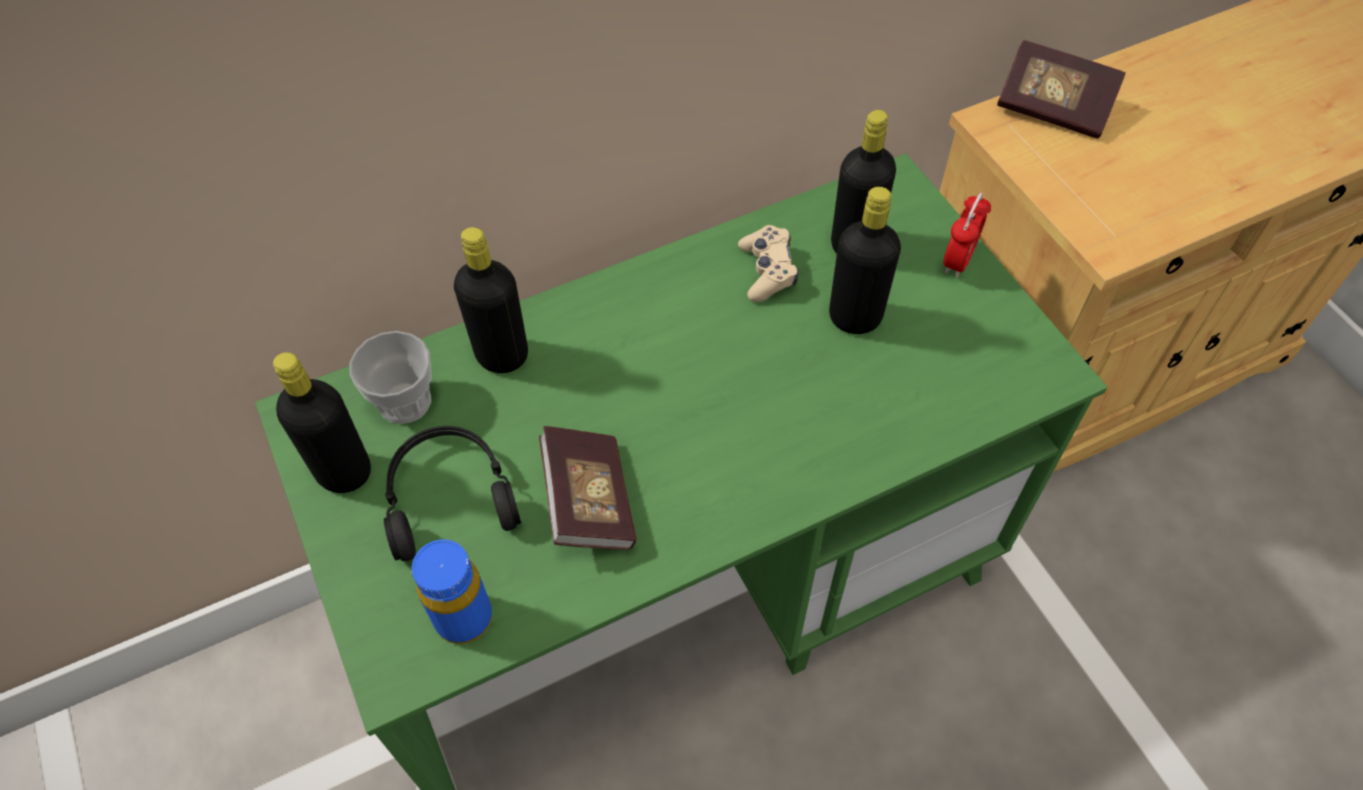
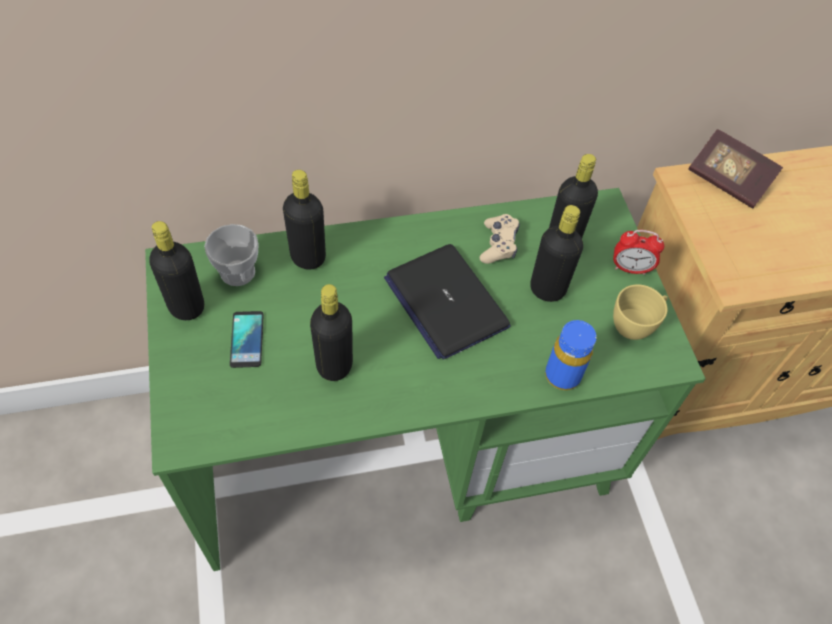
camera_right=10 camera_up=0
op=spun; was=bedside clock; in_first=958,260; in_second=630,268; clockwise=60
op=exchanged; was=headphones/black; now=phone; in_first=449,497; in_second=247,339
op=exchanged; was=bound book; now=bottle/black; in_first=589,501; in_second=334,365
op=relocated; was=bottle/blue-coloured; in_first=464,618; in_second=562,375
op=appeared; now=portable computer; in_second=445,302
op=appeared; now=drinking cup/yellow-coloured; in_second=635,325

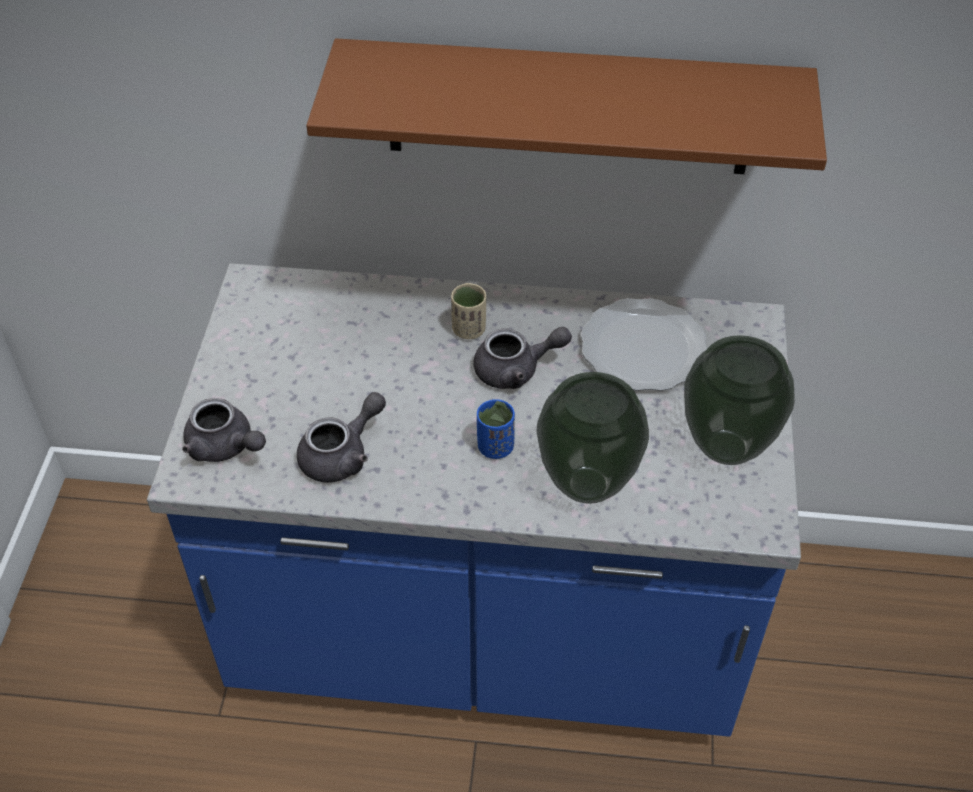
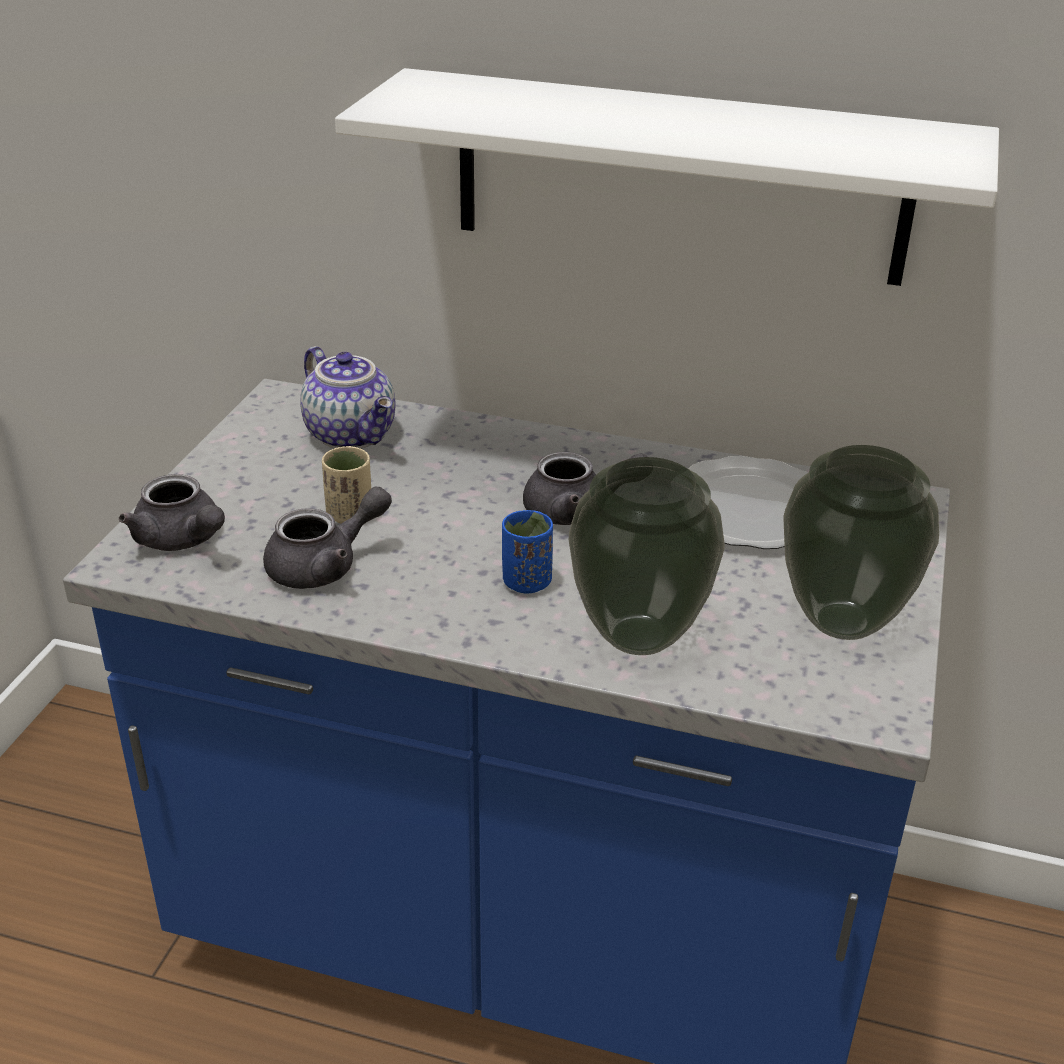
camera_right=10 camera_up=-15
op=colour; was=wall shelf/brown-coloured; now=wall shelf/white; in_first=569,108; in_second=679,177
op=relocated; was=drinking cup/beige-coloured; in_first=469,330; in_second=349,515
op=appeared; now=tea pot; in_second=353,435

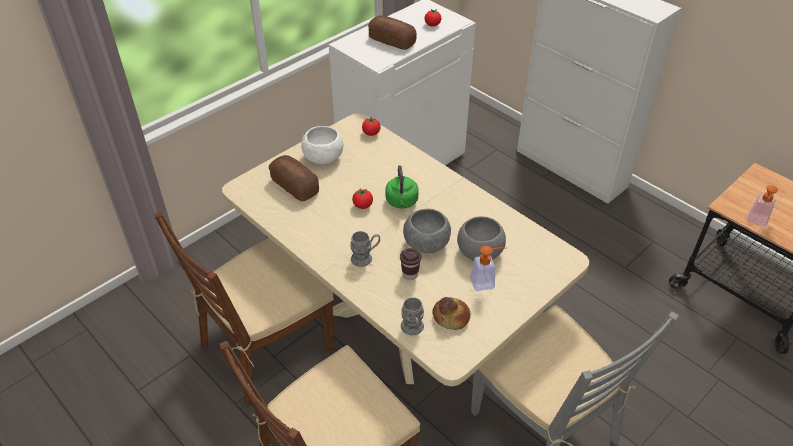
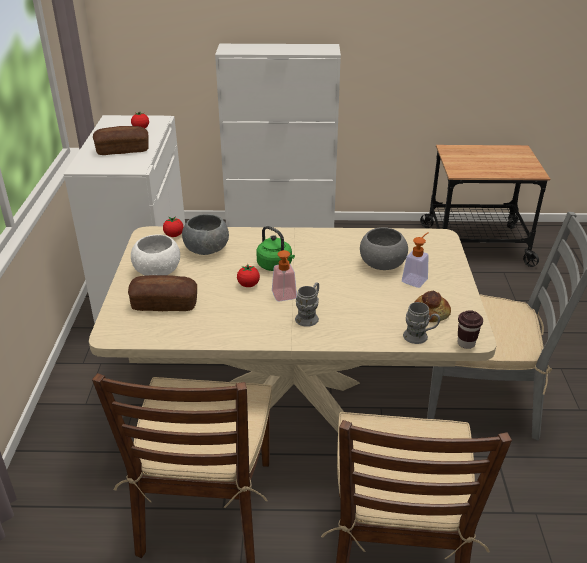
camera_right=-45 camera_up=-10
op=relocated; was=soap dispenser; in_first=756,222; in_second=285,298
op=relocated; was=serving bowl/grey; in_first=427,243; in_second=207,249
op=relocated; was=drinking cup/brown-coloured; in_first=410,274; in_second=466,343

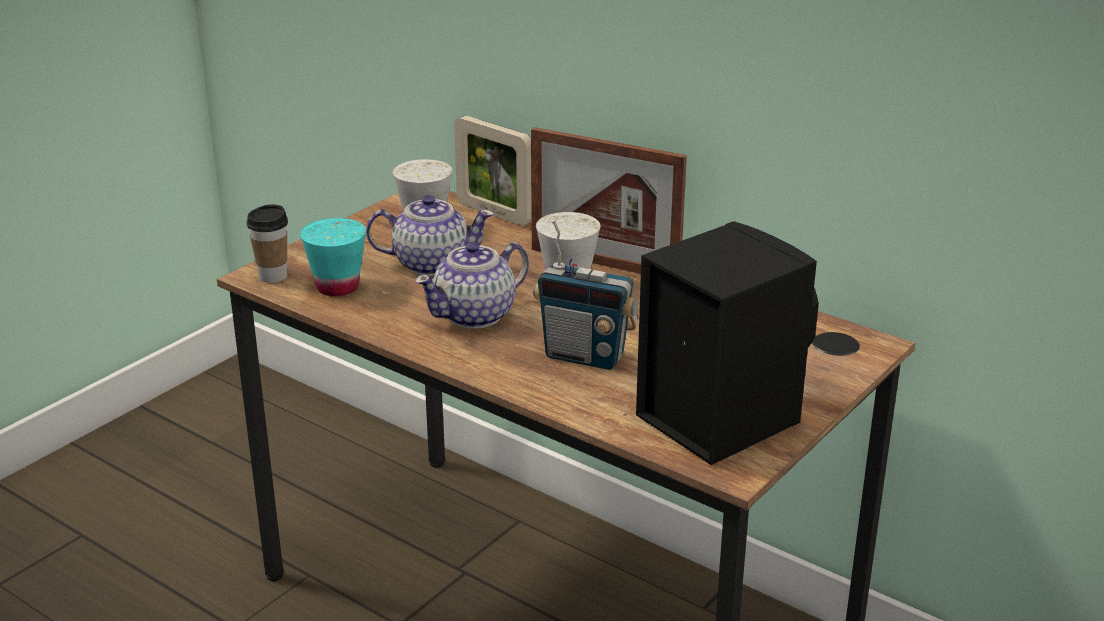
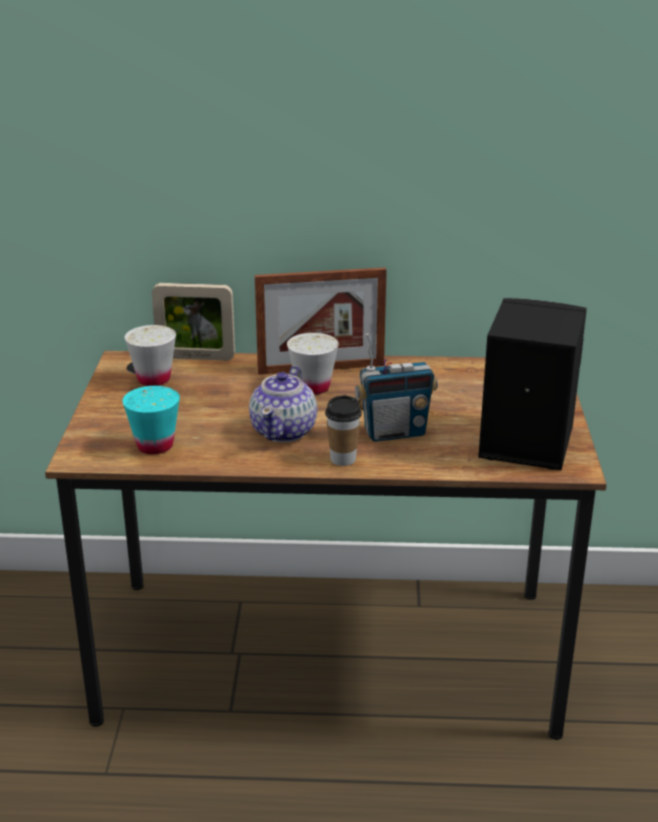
camera_right=-35 camera_up=0
op=missing; was=tea pot; in_first=430,264
op=relocated; was=drinking cup; in_first=273,276; in_second=343,459

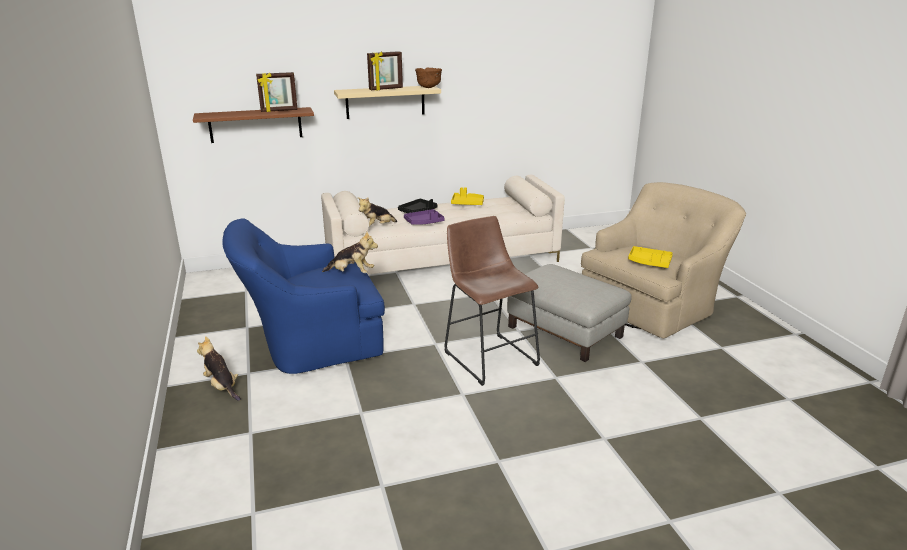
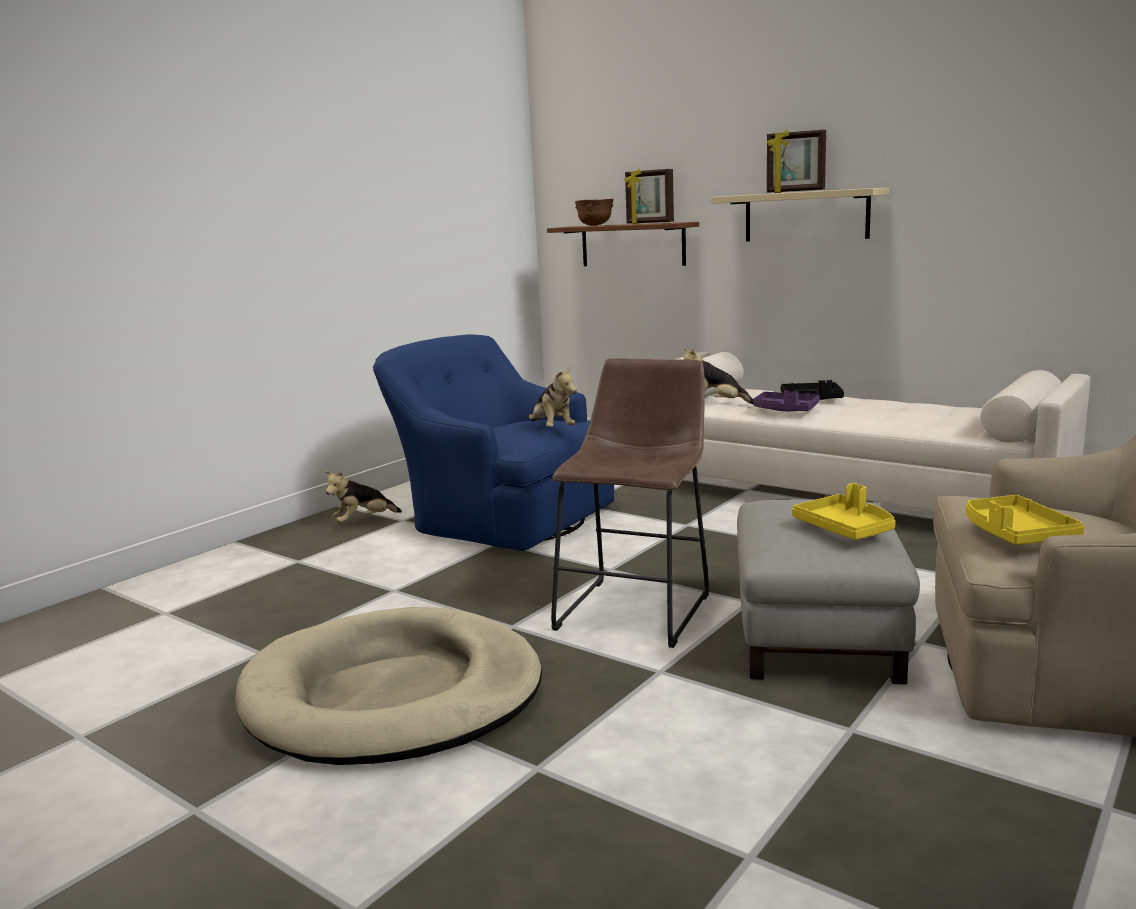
camera_right=55 camera_up=-10
op=relocated; was=serving bowl/brown-coloured; in_first=428,87; in_second=595,225
op=relocated; was=carrying tray/yellow-coloured; in_first=467,203; in_second=845,529
op=spun; was=plush toy; in_first=222,387; in_second=363,521; clockwise=-135
op=appeared; now=dog cushion/beige-coloured; in_second=393,695

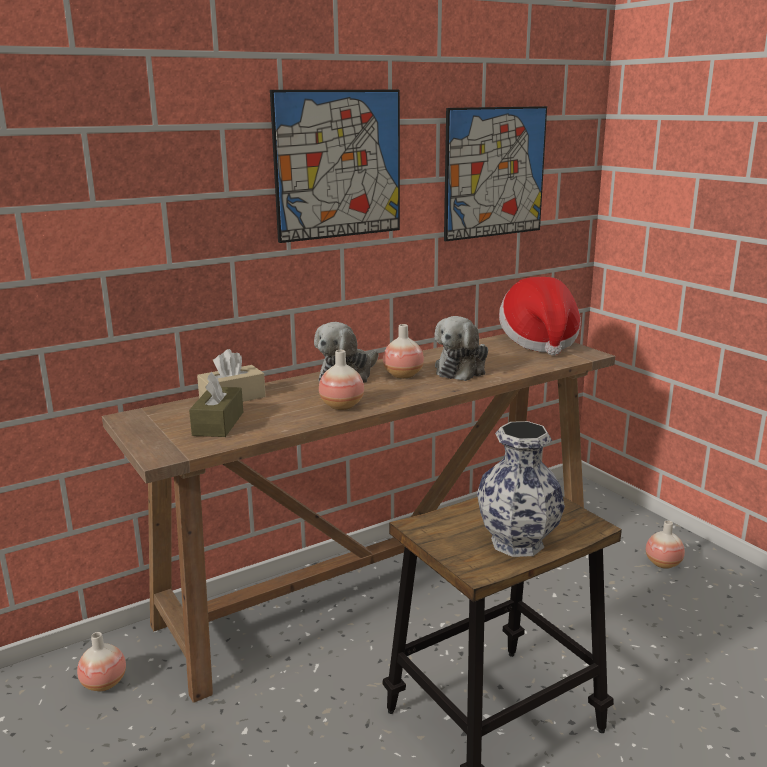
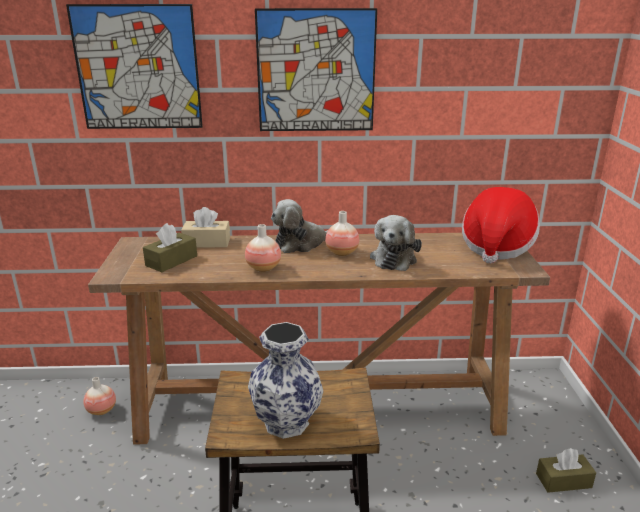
camera_right=30 camera_up=5
op=relocated; was=picture; in_first=495,172; in_second=138,68
op=spun; was=plush toy; in_first=462,369; in_second=394,258; clockwise=-45
op=exchanged; was=vase; now=tissue holder/brown-coloured; in_first=663,563; in_second=563,480

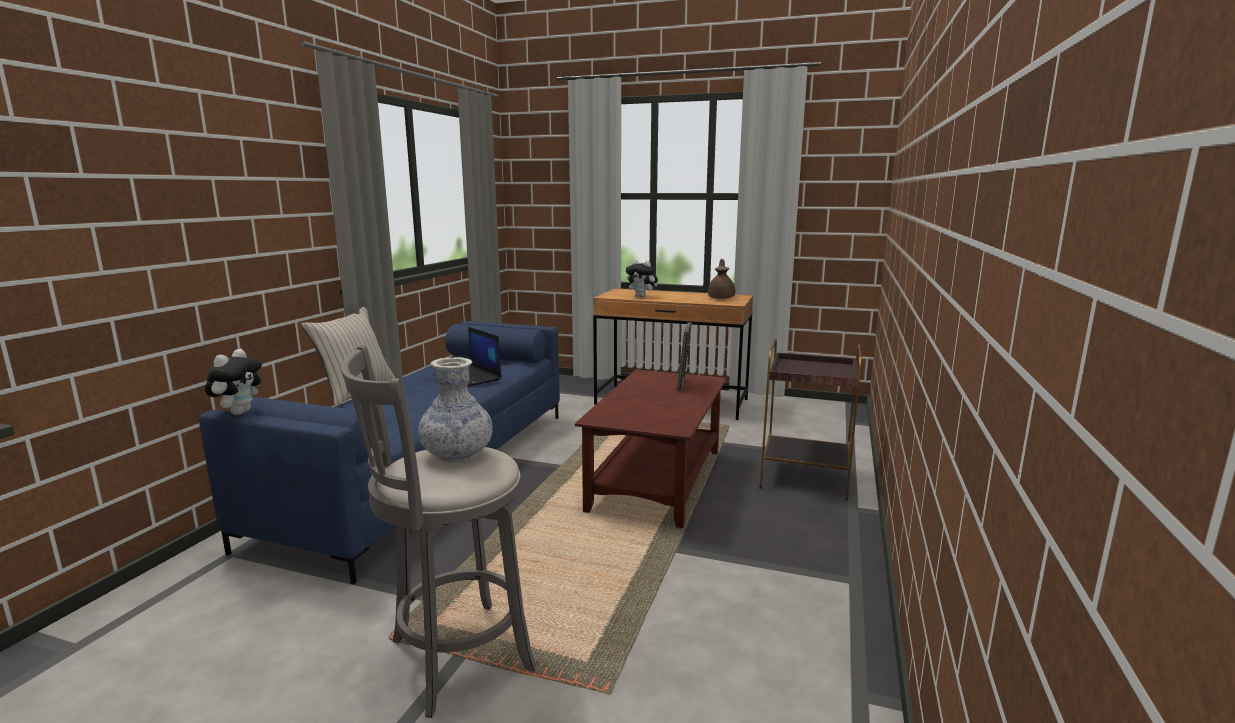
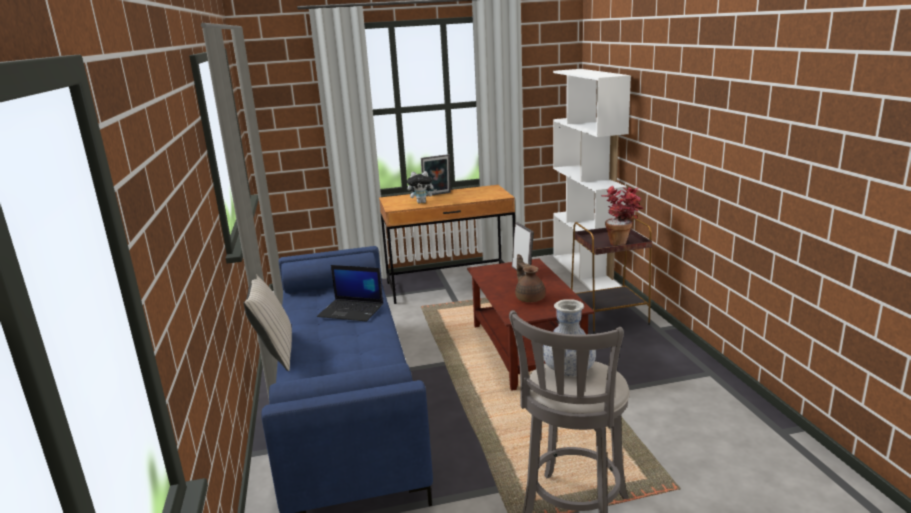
camera_right=-30 camera_up=5
op=relocated; was=tea pot/brown-coloured; in_first=721,298; in_second=529,298
op=missing; was=plush toy; in_first=239,412
op=appeared; now=bookshelf/white; in_second=586,271
op=appeared; now=photo frame; in_second=437,194
op=appeared; now=houseplant; in_second=622,242

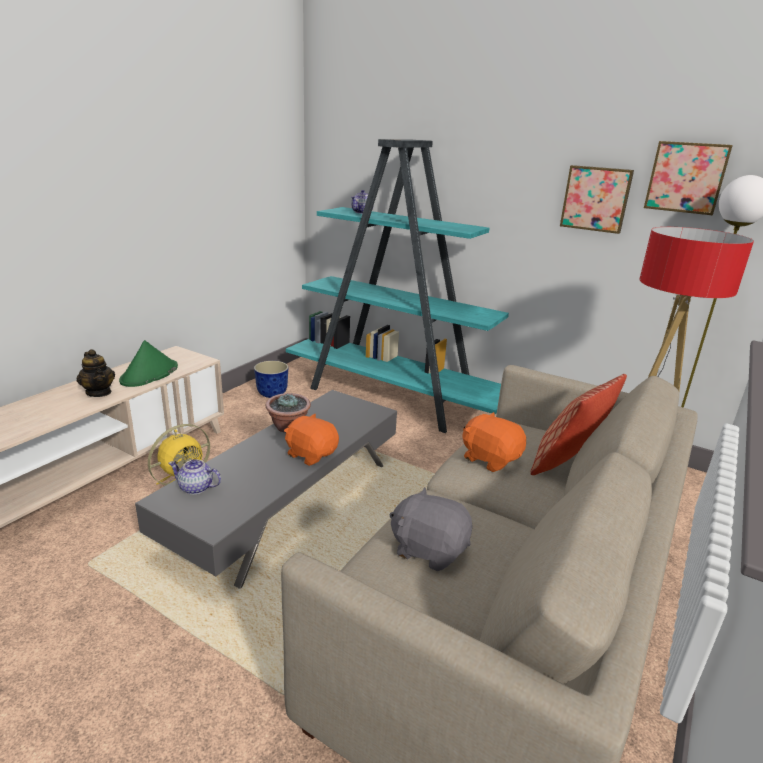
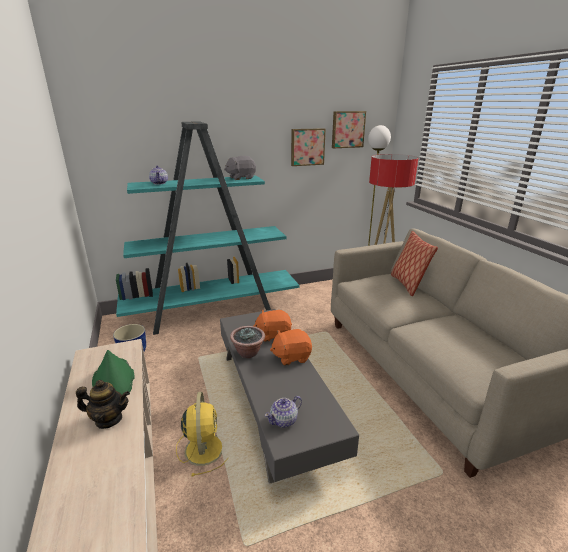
camera_right=-50 camera_up=0
op=relocated; was=plush toy/orange-coloured; in_first=490,459; in_second=273,334
op=relocated; was=plush toy/grey; in_first=429,549; in_second=241,178

